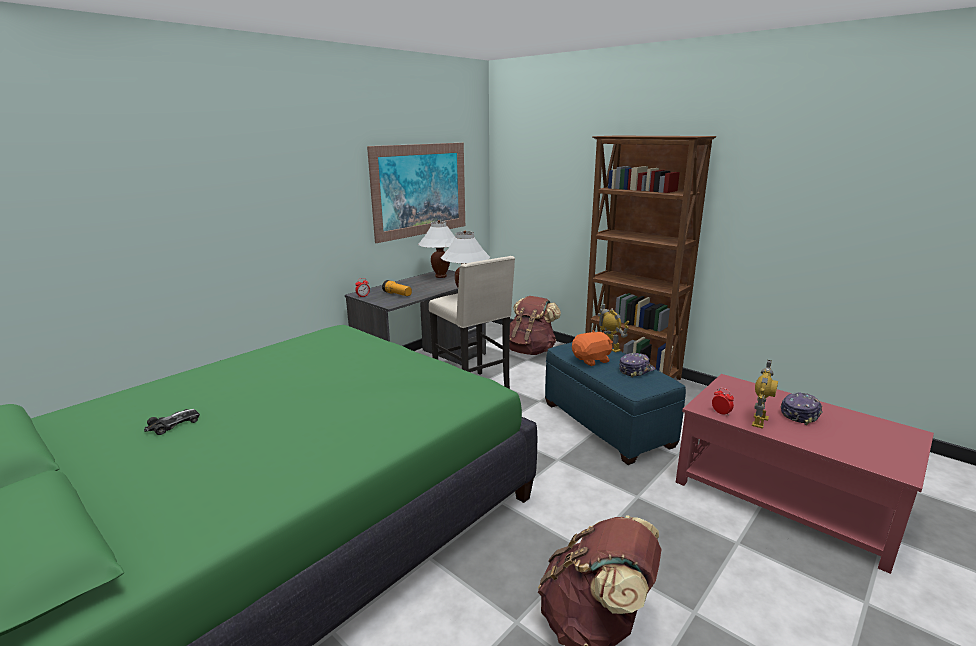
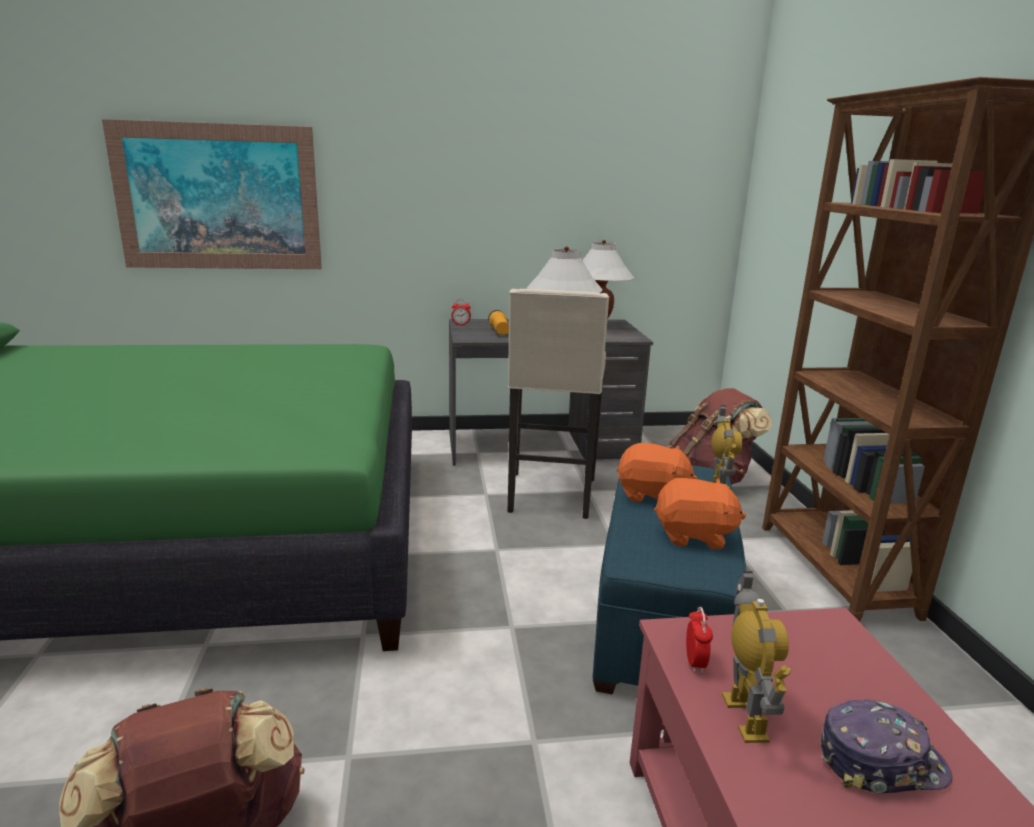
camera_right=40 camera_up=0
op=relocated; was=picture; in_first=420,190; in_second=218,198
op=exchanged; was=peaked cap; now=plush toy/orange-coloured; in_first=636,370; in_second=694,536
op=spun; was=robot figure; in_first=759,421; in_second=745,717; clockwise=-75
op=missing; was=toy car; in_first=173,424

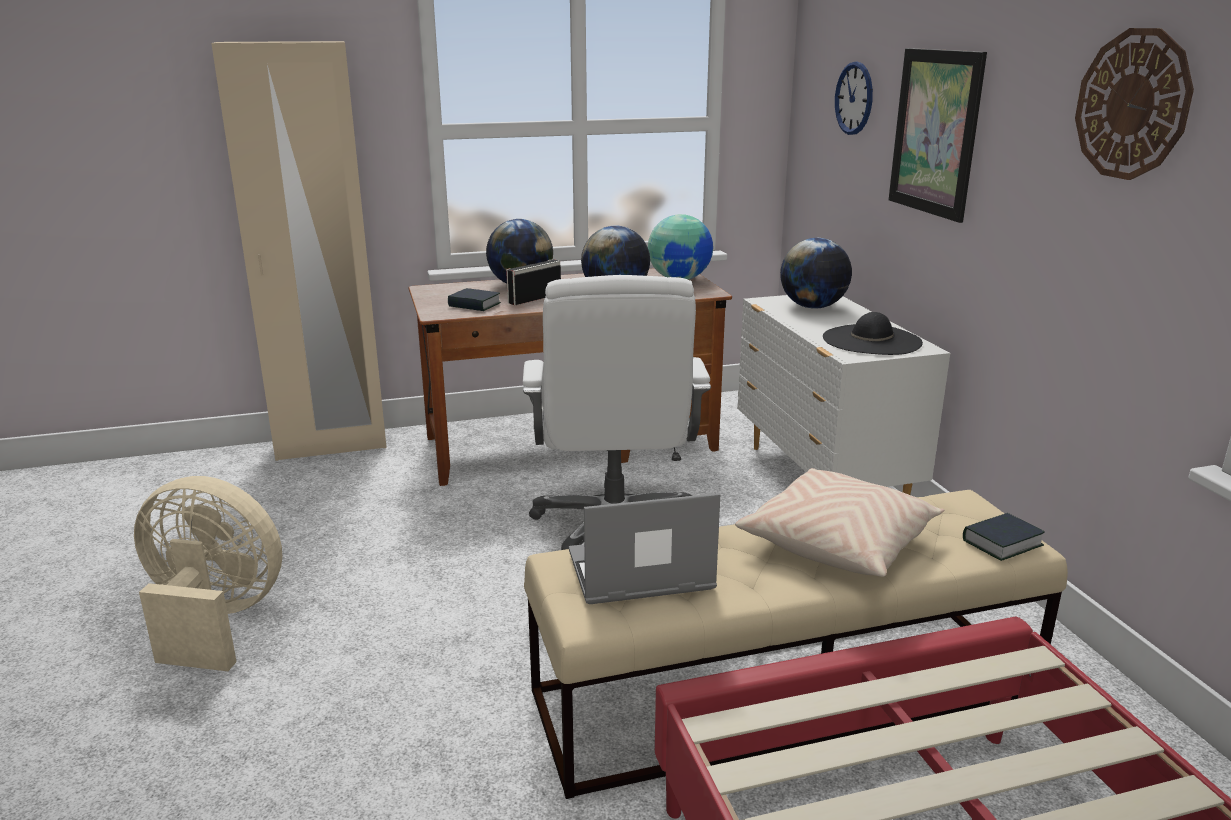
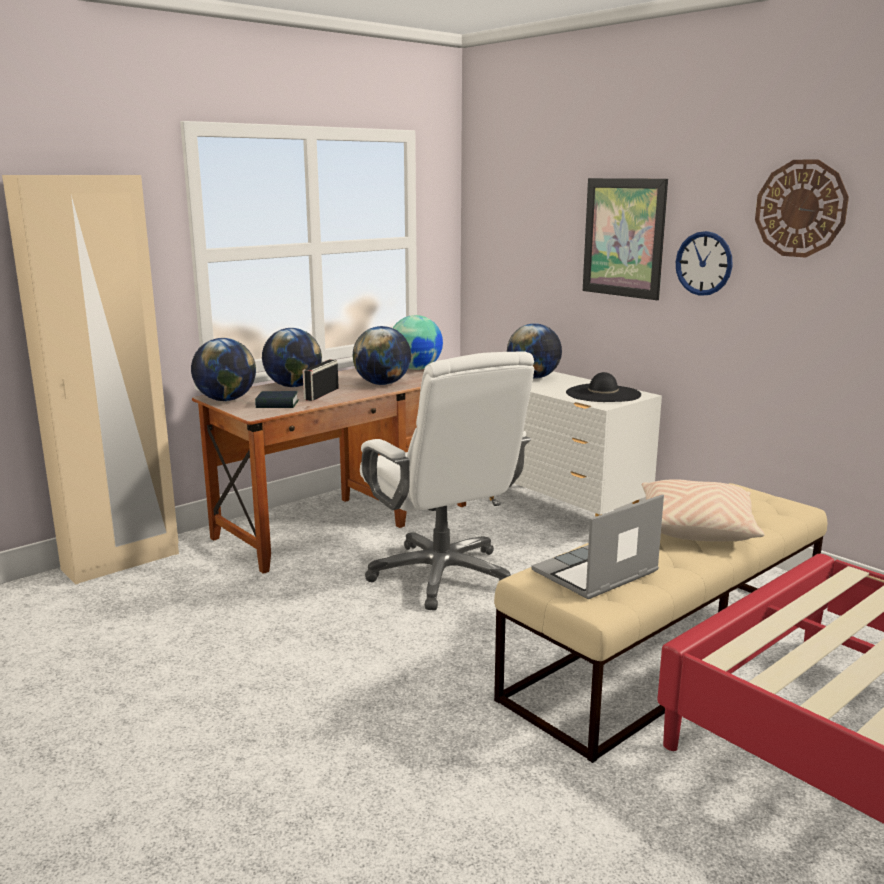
camera_right=-25 camera_up=-5
op=relocated; was=wall clock; in_first=854,98; in_second=704,263
op=missing; was=electric fan/beige-coloured; in_first=214,621
op=missing; was=bound book; in_first=1001,543
op=appeared; now=globe; in_second=225,400

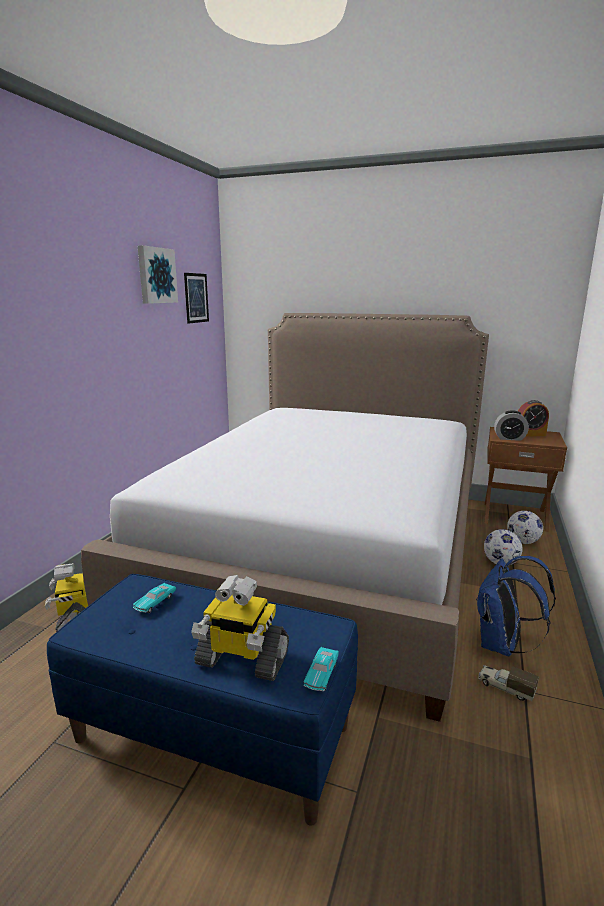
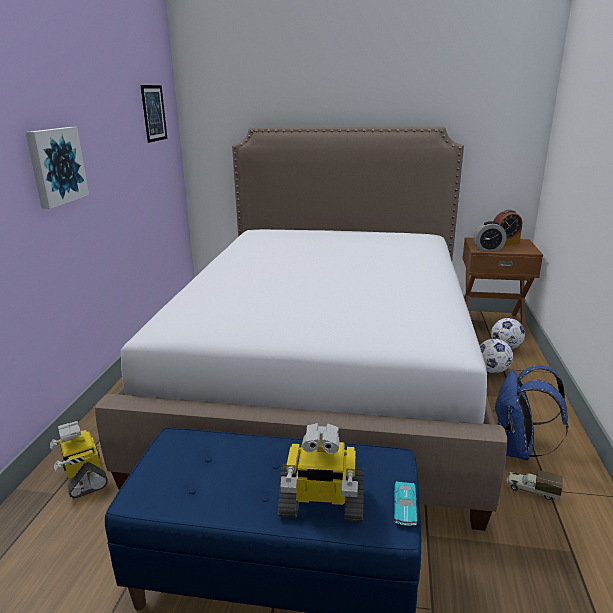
camera_right=-10 camera_up=5
op=relocated; was=picture; in_first=156,275; in_second=56,166
op=missing; was=toy car/blue-green; in_first=155,602

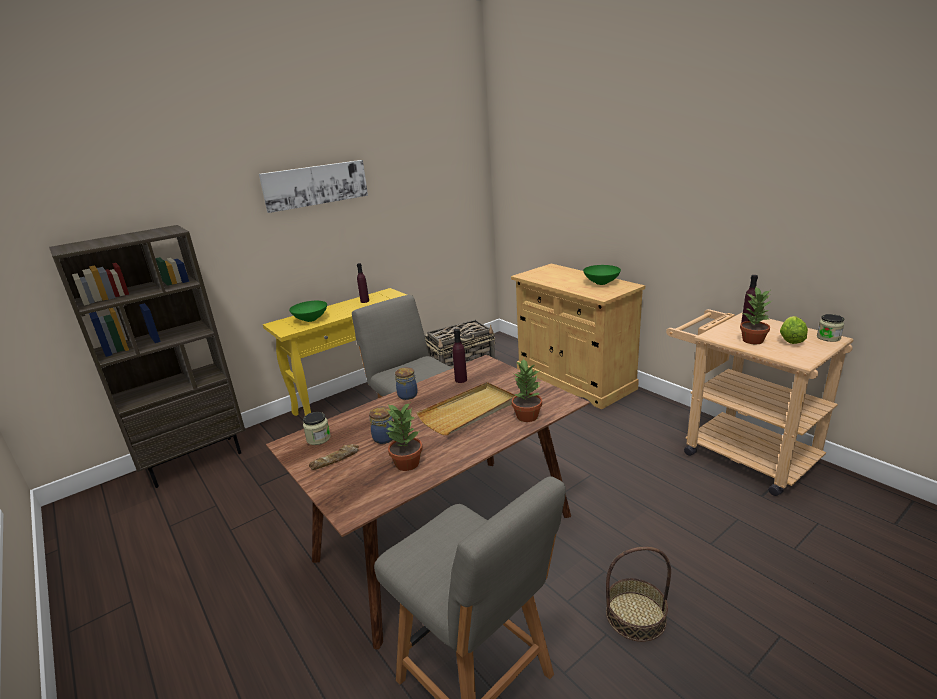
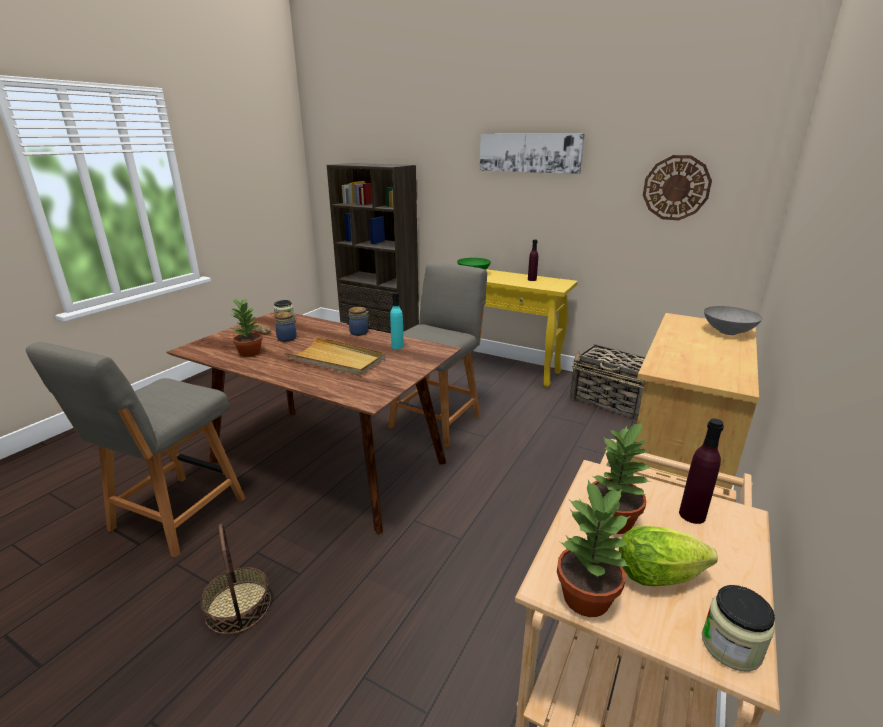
camera_right=65 camera_up=0
op=missing; was=serving bowl/green-coloured; in_first=601,283
op=colour; was=bottle/purple; now=bottle/blue-green; in_first=461,380; in_second=397,346
op=relocated; was=houseplant; in_first=526,416; in_second=586,596
op=appeared; now=wall clock; in_second=676,188
op=appeared; now=serving bowl/grey; in_second=728,332

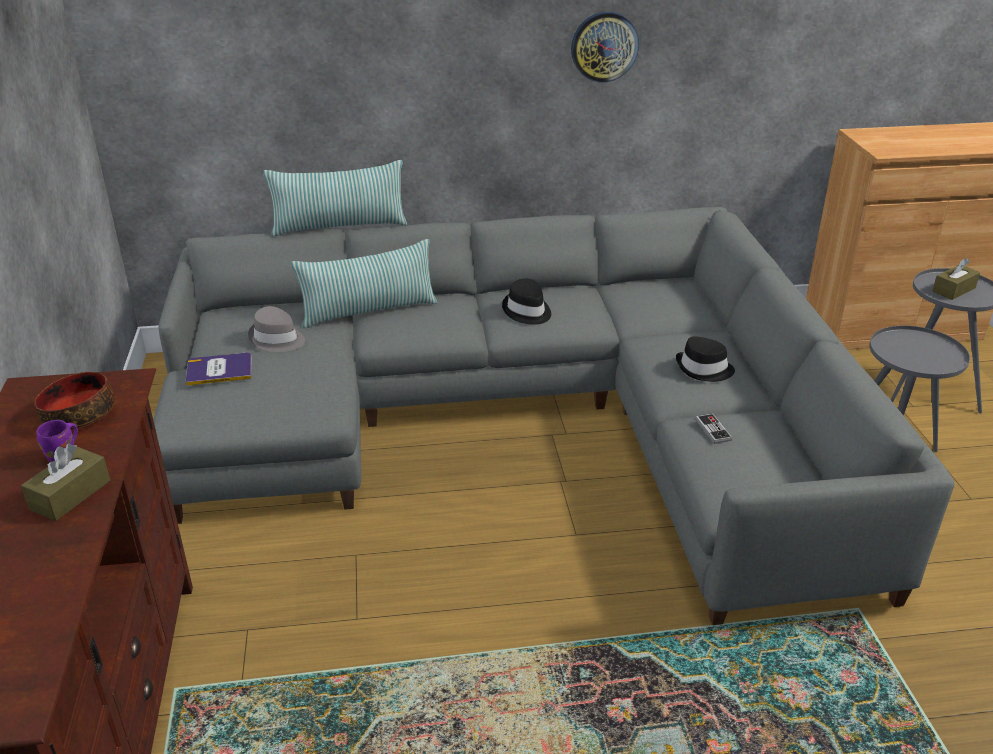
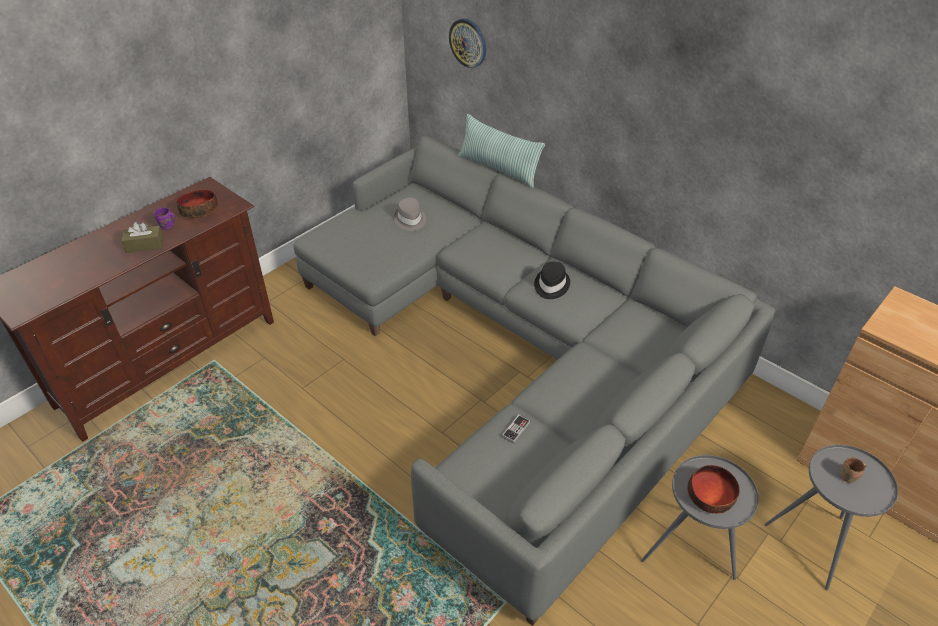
camera_right=50 camera_up=10
op=relocated; was=wall clock; in_first=604,46; in_second=468,43
op=missing; was=pillow; in_first=369,311
op=exchanged; was=tissue holder/brown-coloured; now=mug/brown-coloured; in_first=953,290; in_second=849,477
op=missing; was=wearable hat/black; in_first=704,369
op=missing; was=bound book; in_first=219,370
op=appeared; now=serving bowl; in_second=710,495

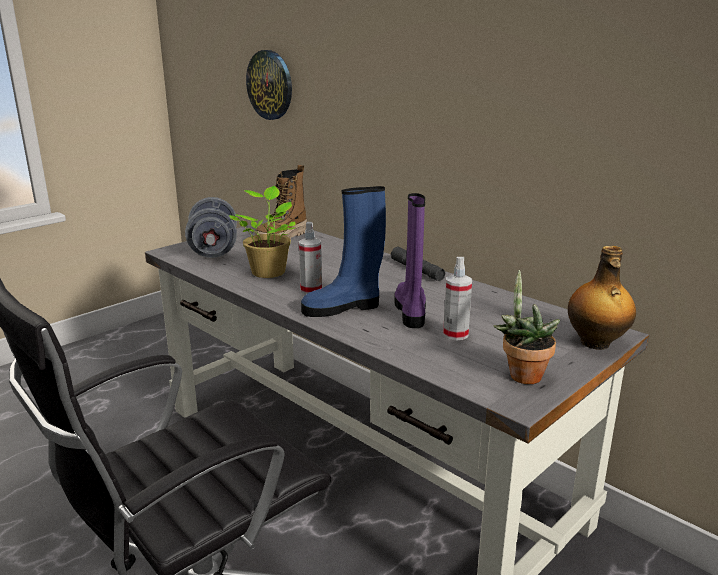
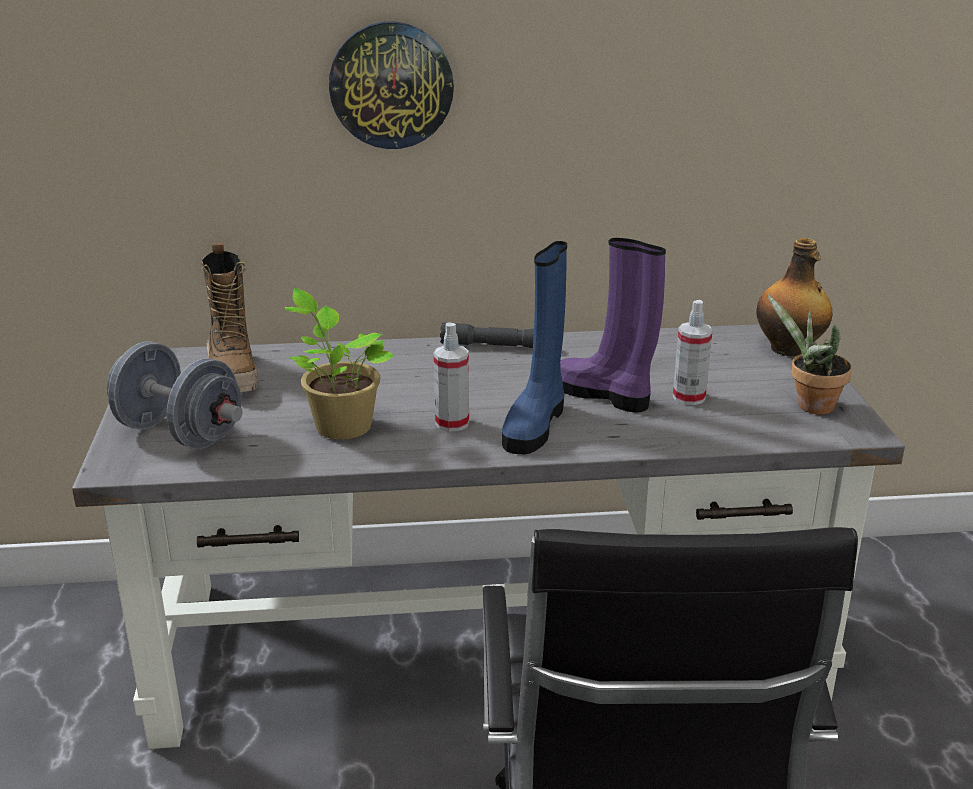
camera_right=-50 camera_up=5
op=relocated; was=wall clock; in_first=270,85; in_second=391,85

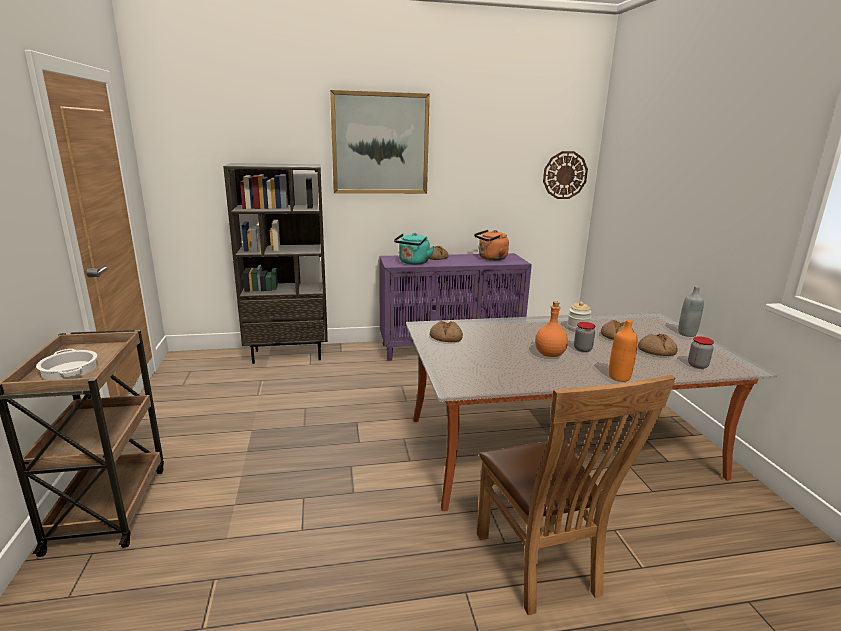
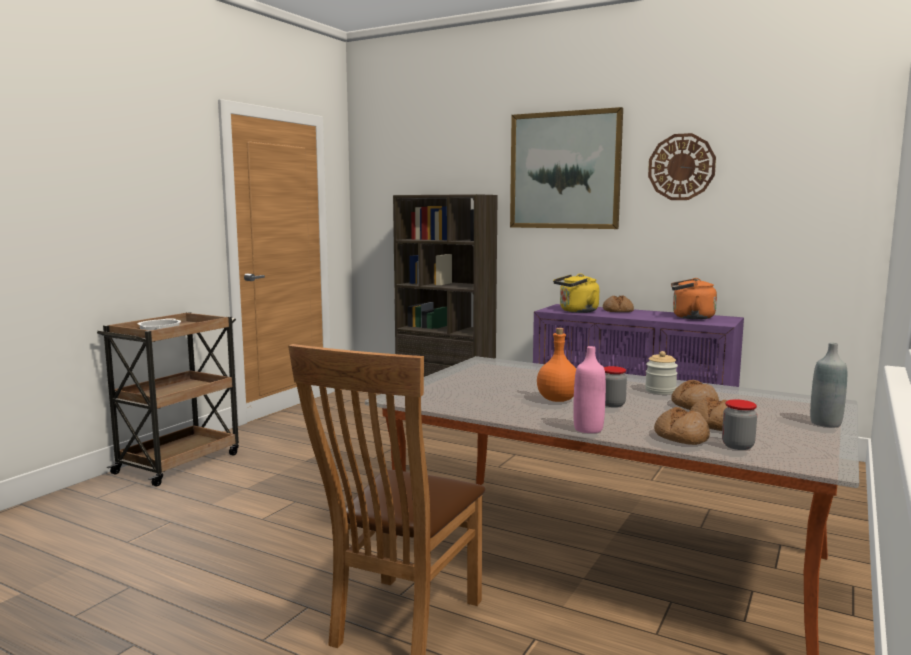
camera_right=40 camera_up=-10
op=relocated; was=wall clock; in_first=565,175; in_second=681,167
op=colour; was=tea kettle/blue-green; now=tea kettle/yellow-coloured; in_first=413,263; in_second=576,311
op=colour; was=bottle/orange-coloured; now=bottle/pink; in_first=619,377; in_second=588,429
op=relocated; was=bakery bread; in_first=446,338; in_second=680,437

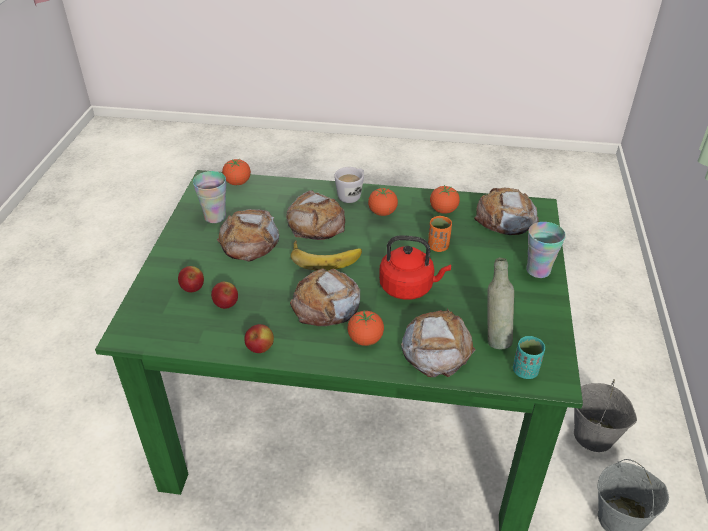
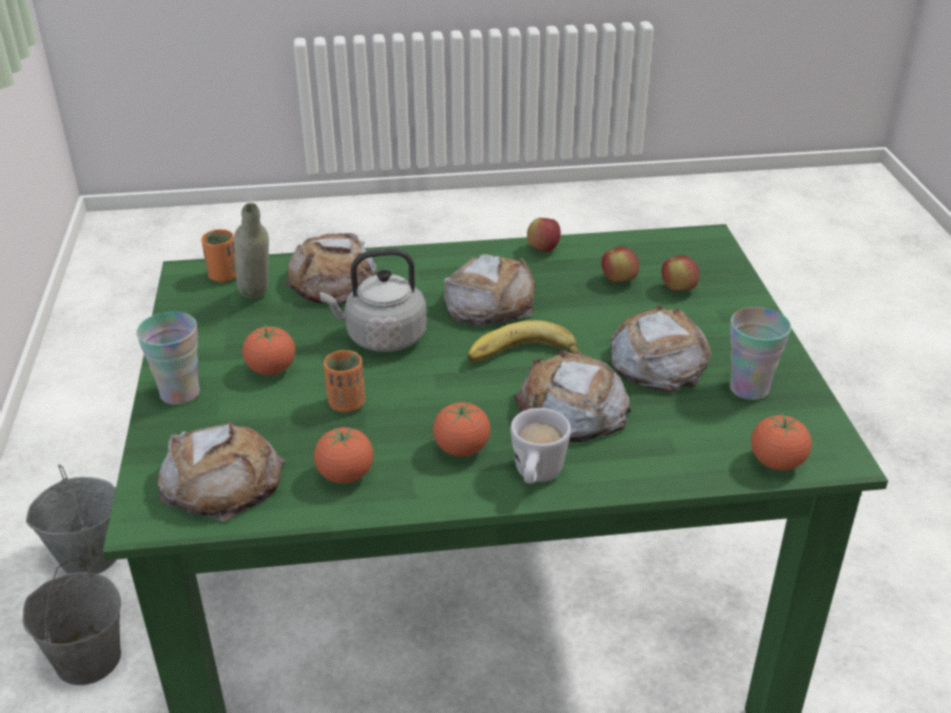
camera_right=165 camera_up=-5
op=colour; was=tea kettle/reddish; now=tea kettle/grey; in_first=409,287; in_second=382,338
op=relocated; was=tomato; in_first=365,339; in_second=271,370
op=colour; was=drinking cup/blue-green; now=drinking cup/orange-coloured; in_first=525,371; in_second=224,276

